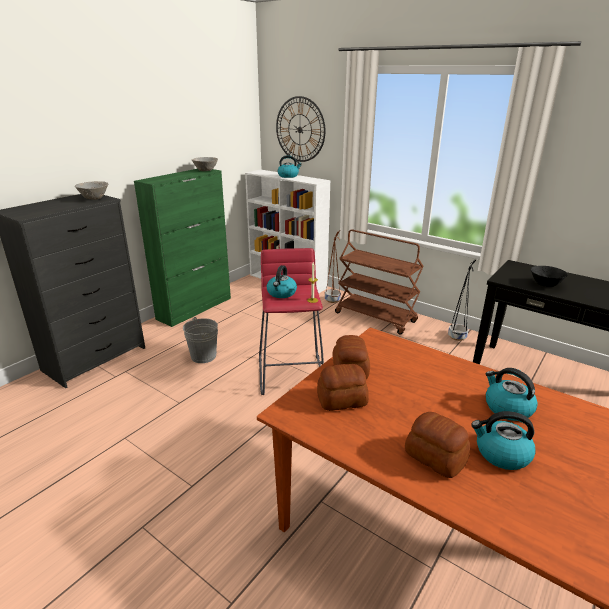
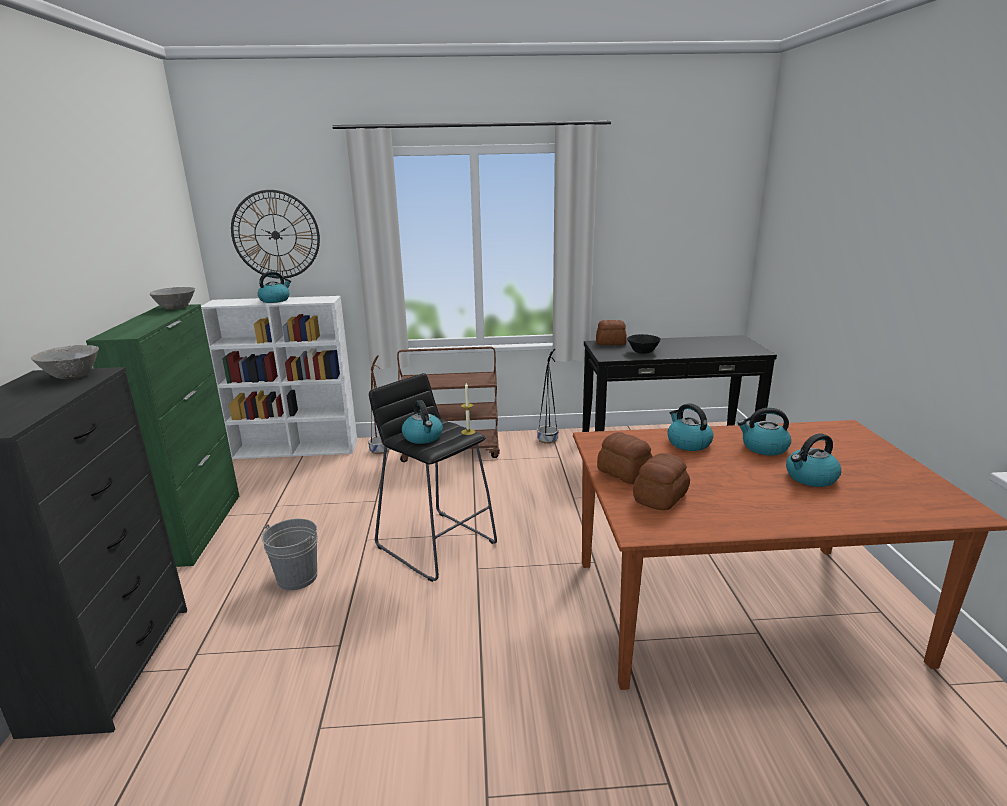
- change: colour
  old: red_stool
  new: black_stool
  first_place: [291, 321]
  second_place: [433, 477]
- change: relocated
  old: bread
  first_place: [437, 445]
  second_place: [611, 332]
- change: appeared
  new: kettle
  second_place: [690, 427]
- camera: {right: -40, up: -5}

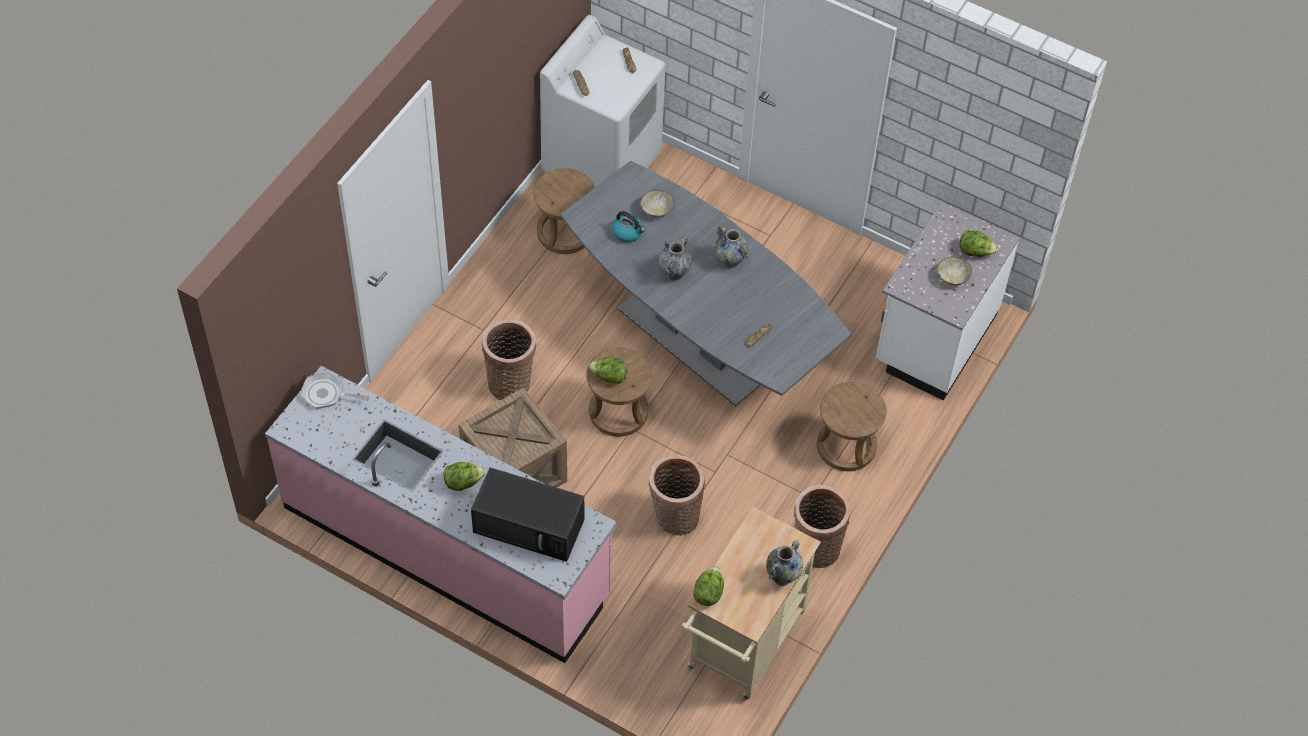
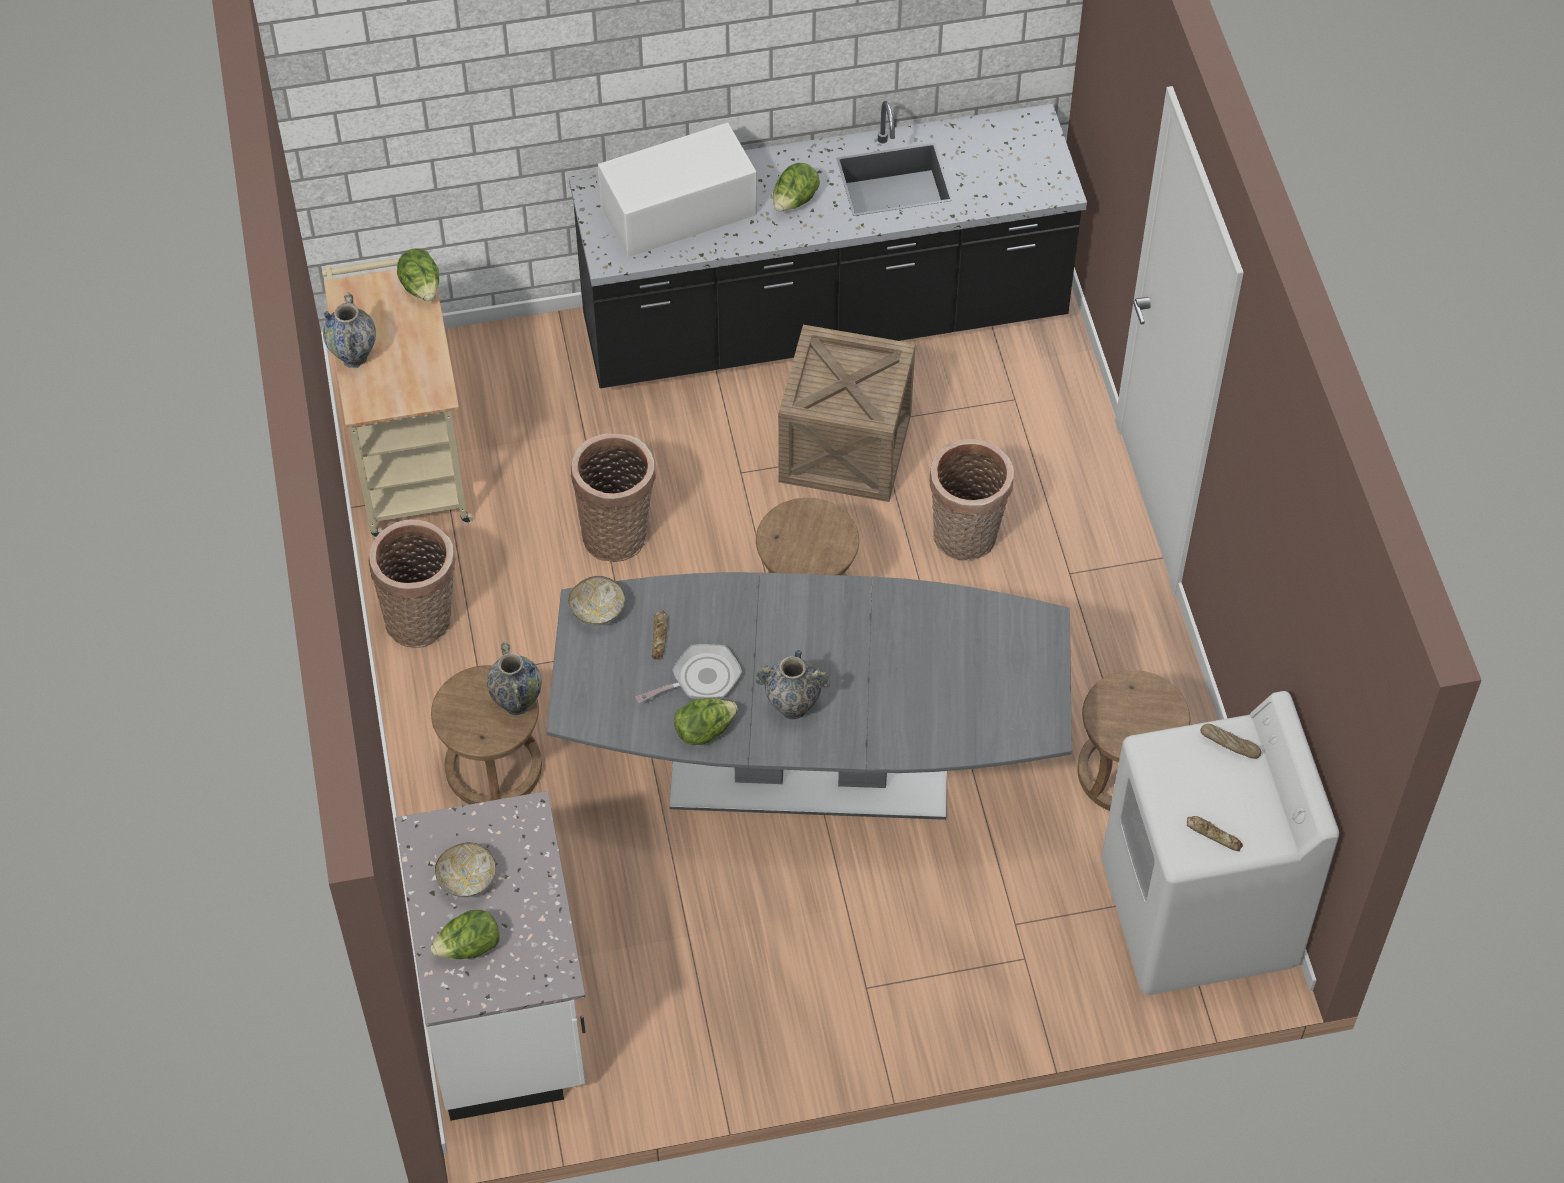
- change: relocated
  old: bowl
  first_place: [657, 204]
  second_place: [597, 601]
- change: missing
  old: kettle
  first_place: [628, 227]
- change: relocated
  old: vase
  first_place: [675, 258]
  second_place: [514, 678]
- change: relocated
  old: lettuce
  first_place: [608, 371]
  second_place: [706, 721]
- change: colour
  old: pink_counter
  new: black_counter
  first_place: [440, 514]
  second_place: [828, 244]
- change: relocated
  old: frying_pan
  first_place: [334, 390]
  second_place: [689, 673]
- change: colour
  old: black_microwave
  new: white_microwave
  first_place: [527, 514]
  second_place: [677, 190]
- camera: {right: 140, up: 0}

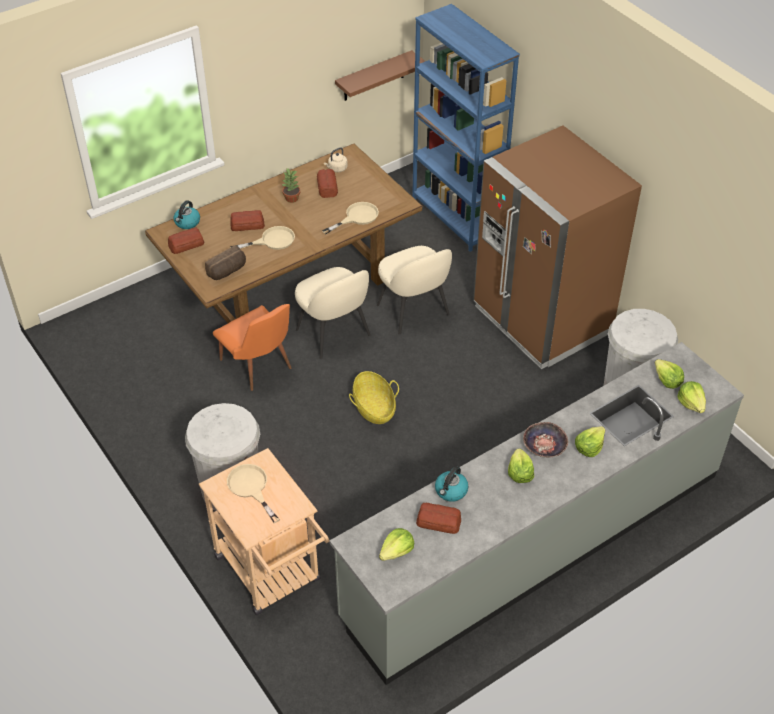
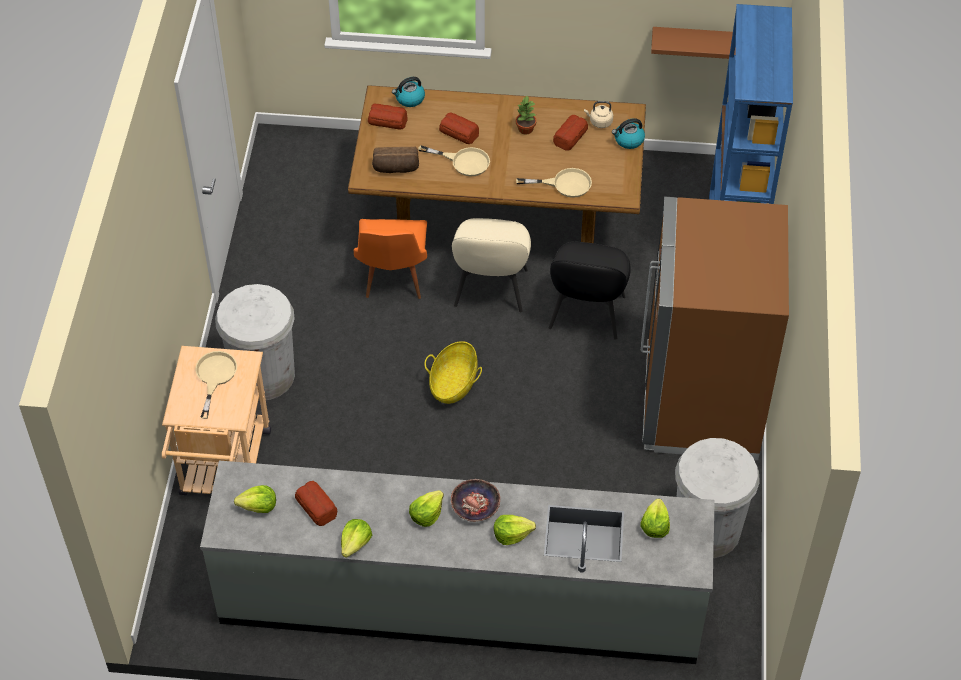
- change: colour
  old: beige_chair
  new: black_chair
  first_place: [414, 290]
  second_place: [590, 291]
- change: relocated
  old: lettuce
  first_place: [691, 397]
  second_place: [356, 538]
- change: relocated
  old: kettle
  first_place: [452, 484]
  second_place: [628, 133]
- camera: {right: 40, up: 5}

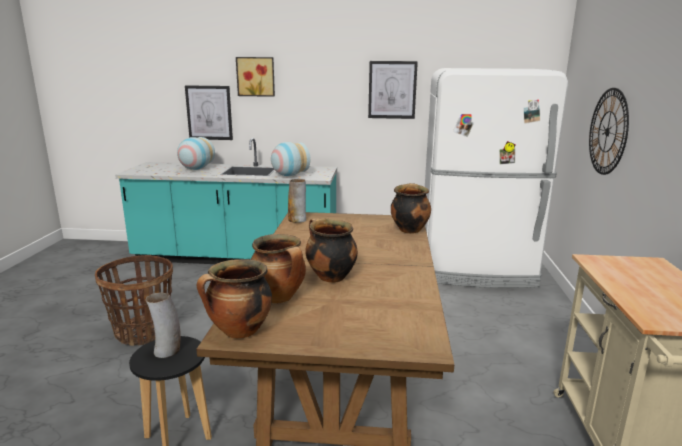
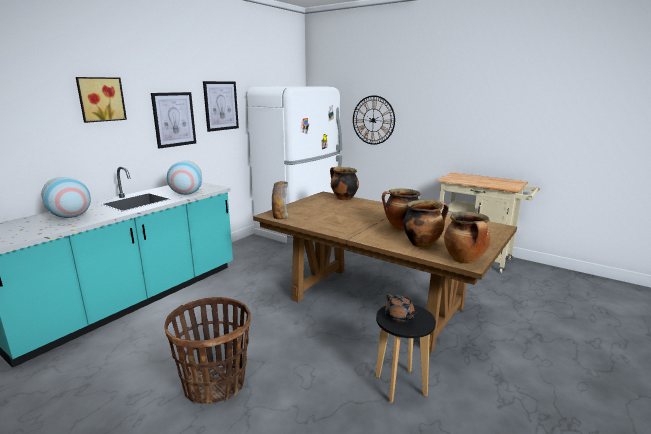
- change: relocated
  old: picture
  first_place: [209, 112]
  second_place: [173, 120]
- change: exchanged
  old: vase
  new: brown_teapot
  first_place: [163, 325]
  second_place: [401, 308]
- camera: {right: -60, up: 0}

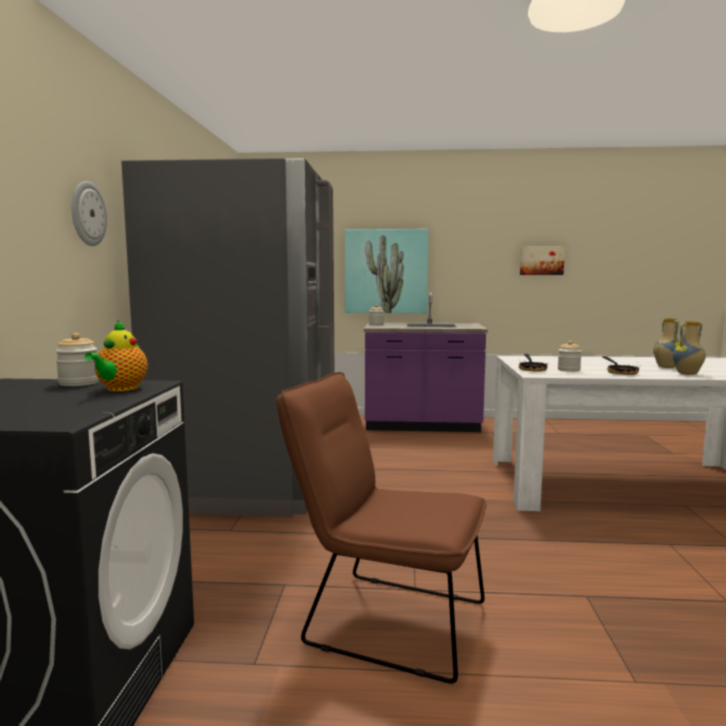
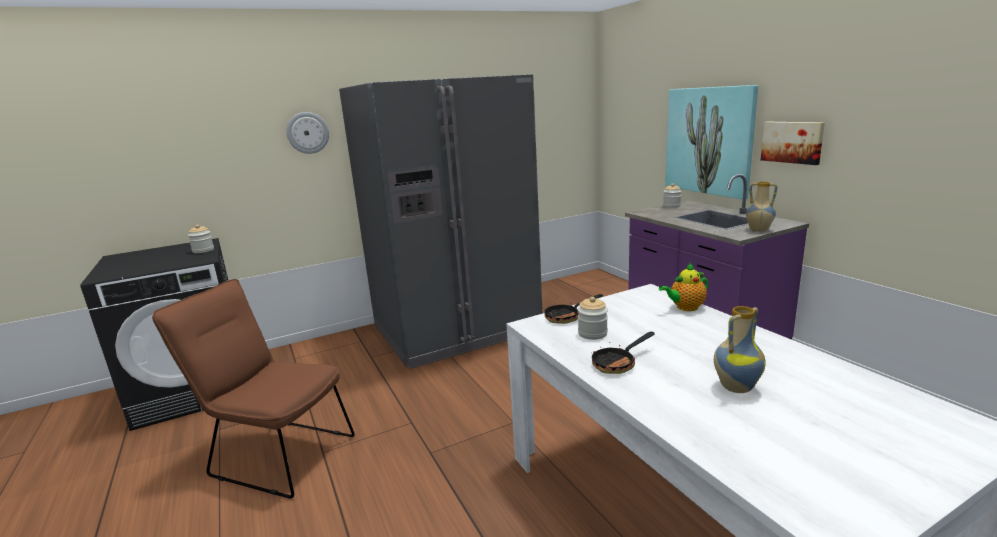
- change: relocated
  old: picture
  first_place: [542, 261]
  second_place: [793, 143]
- change: relocated
  old: teapot
  first_place: [116, 355]
  second_place: [683, 287]
- change: relocated
  old: vase
  first_place: [689, 348]
  second_place: [761, 206]
- change: spun
  old: brown_chair
  first_place: [381, 528]
  second_place: [253, 389]
  degrees: -60
- camera: {right: 60, up: 10}

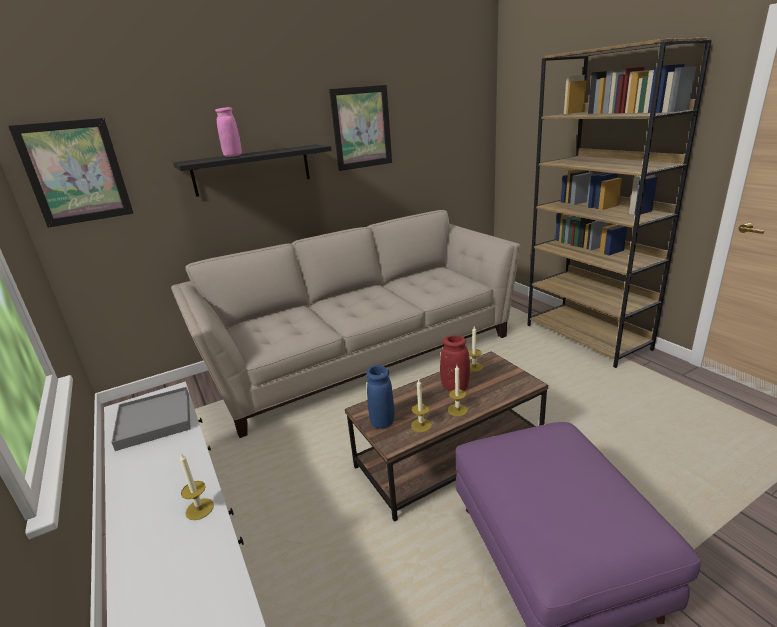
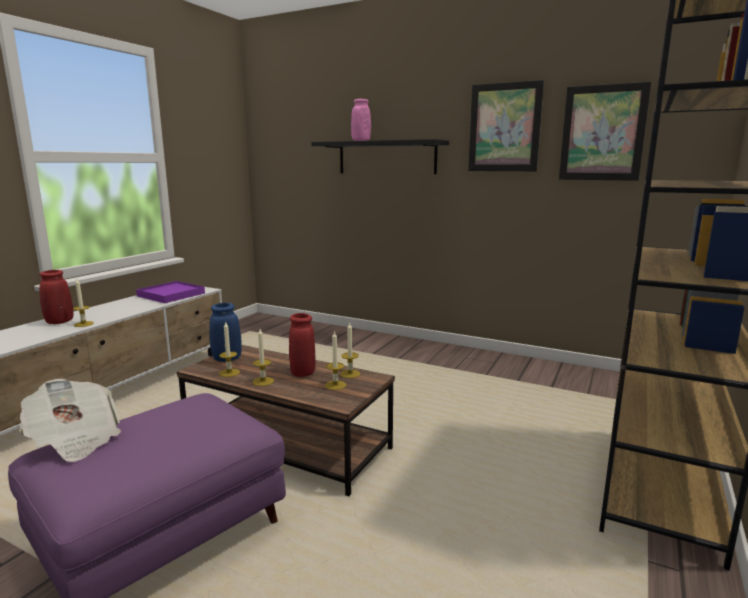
- change: relocated
  old: picture
  first_place: [71, 172]
  second_place: [605, 131]
- change: missing
  old: beige_sofa
  first_place: [345, 324]
- change: colour
  old: grey_tray
  new: purple_tray
  first_place: [151, 419]
  second_place: [170, 292]
- change: appeared
  new: red_vase
  second_place: [56, 297]
- change: appeared
  new: candle
  second_place: [335, 360]
- change: appeared
  new: newspaper
  second_place: [70, 420]
- camera: {right: 55, up: -10}

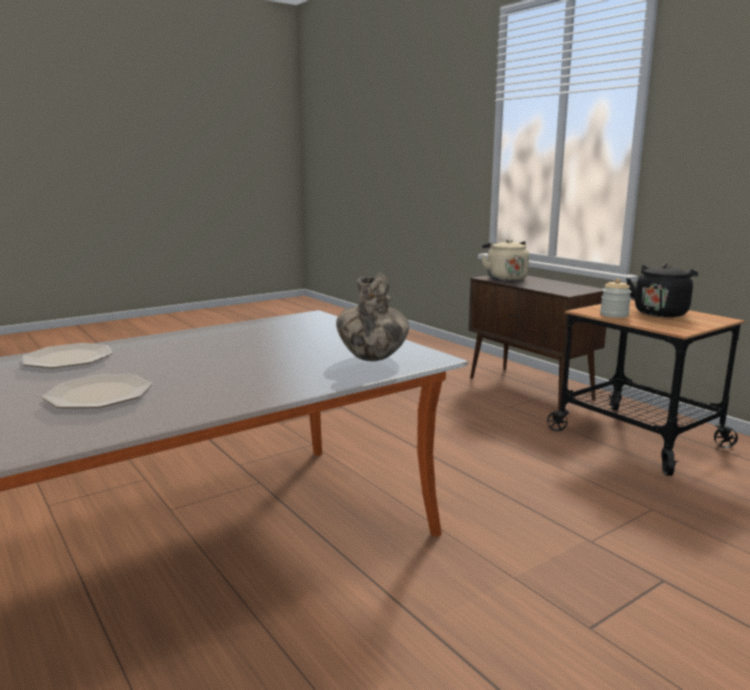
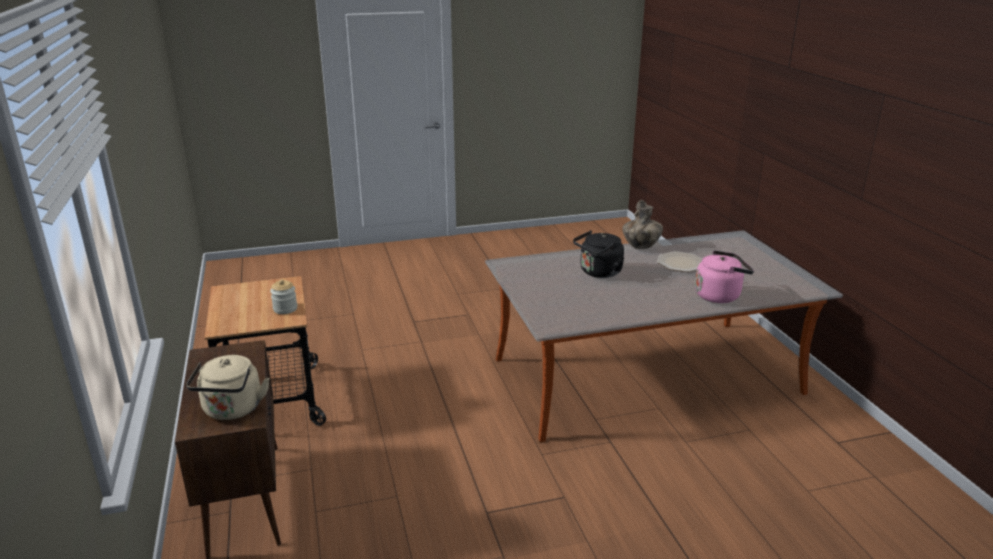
- change: relocated
  old: black_kettle
  first_place: [662, 290]
  second_place: [598, 254]
- change: relocated
  old: vase
  first_place: [372, 316]
  second_place: [642, 224]
- change: exchanged
  old: plate
  new: pink_kettle
  first_place: [67, 355]
  second_place: [724, 277]
- camera: {right: -160, up: 10}

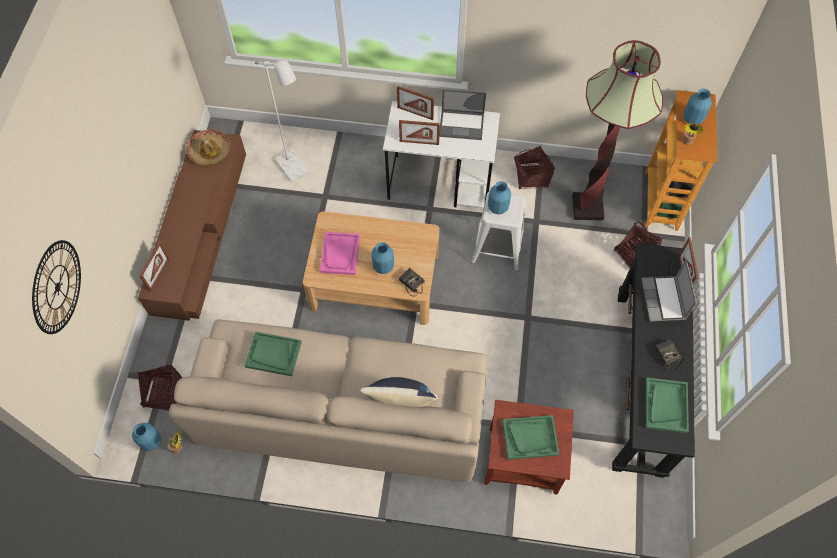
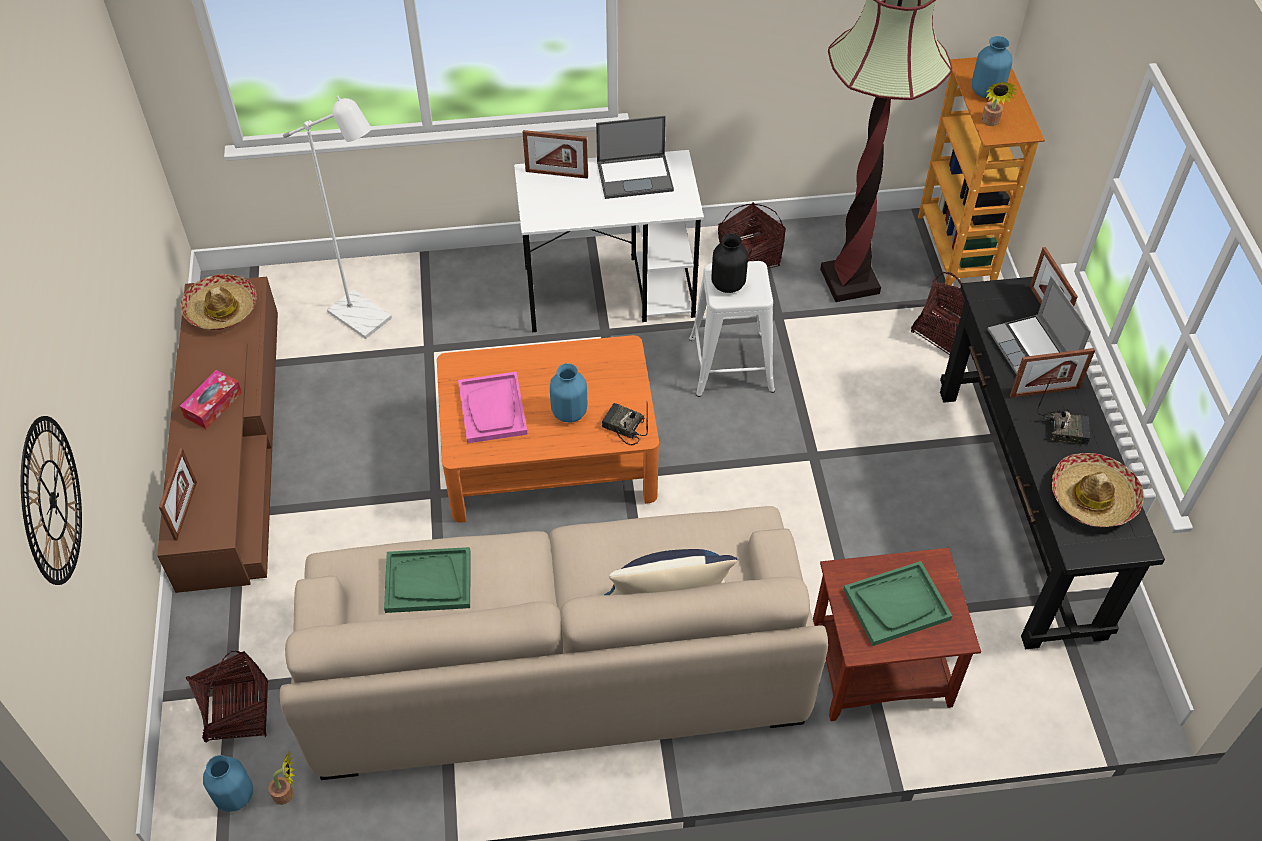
- change: relocated
  old: picture_frame
  first_place: [419, 132]
  second_place: [1052, 373]
- change: colour
  old: blue_vase
  new: black_vase
  first_place: [499, 197]
  second_place: [730, 263]
- change: colour
  old: beige_coffee_table
  new: orange_coffee_table
  first_place: [371, 268]
  second_place: [548, 429]
- change: spun
  old: radio
  first_place: [669, 356]
  second_place: [1063, 412]
  degrees: 135
- change: exchanged
  old: green_tray
  new: hat
  first_place: [667, 405]
  second_place: [1098, 490]
- change: appeared
  new: tissue_box
  second_place: [211, 399]
- camera: {right: -15, up: -10}

